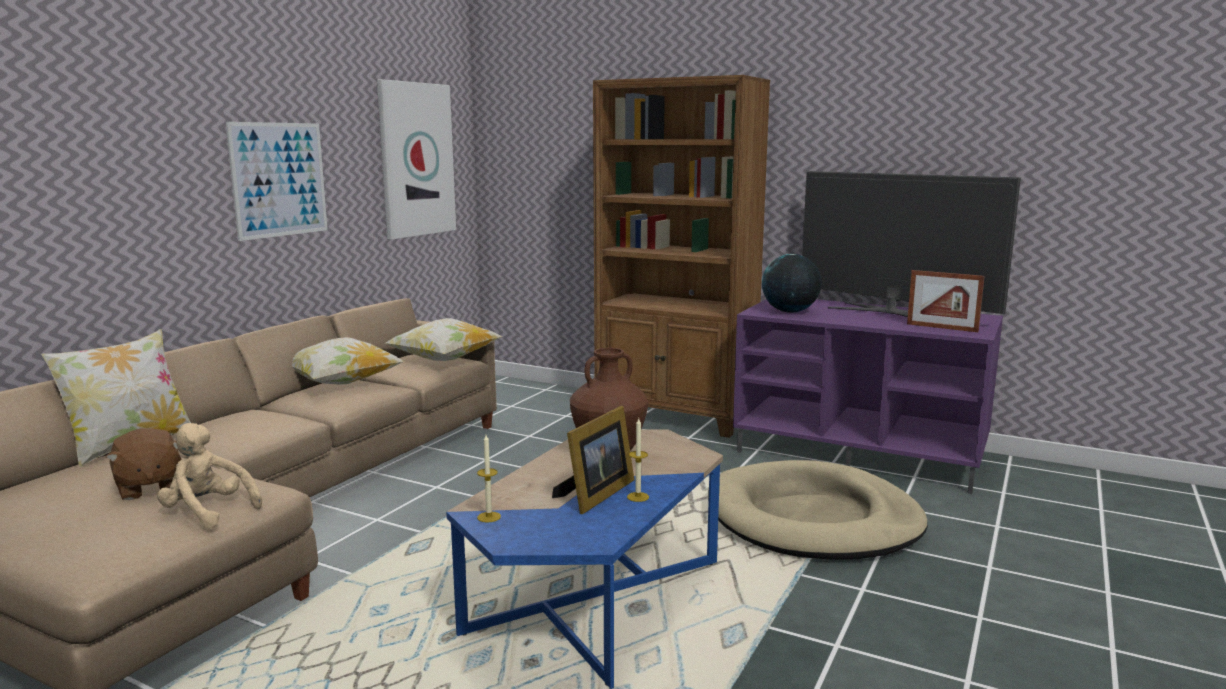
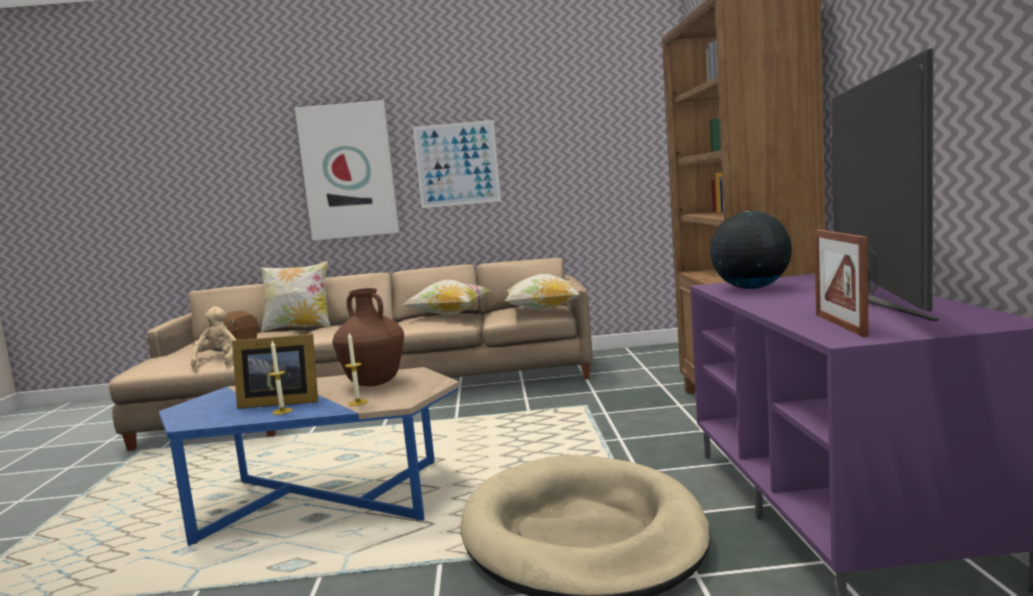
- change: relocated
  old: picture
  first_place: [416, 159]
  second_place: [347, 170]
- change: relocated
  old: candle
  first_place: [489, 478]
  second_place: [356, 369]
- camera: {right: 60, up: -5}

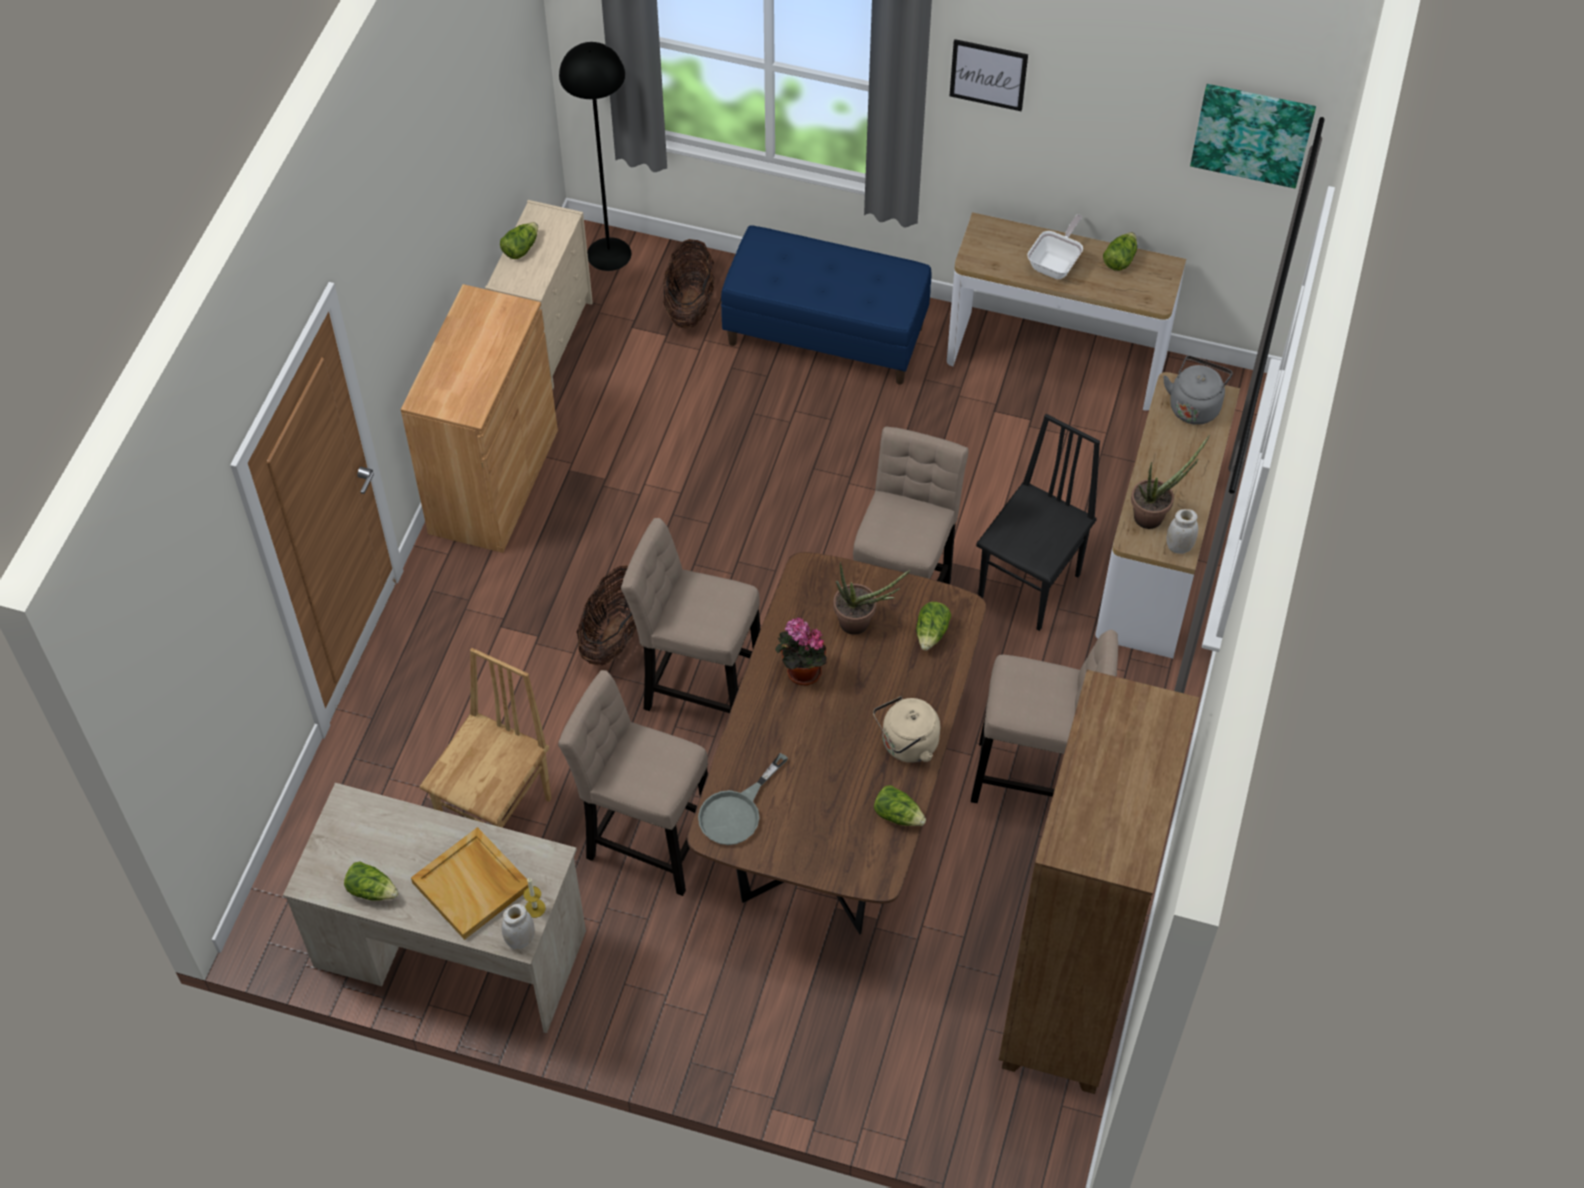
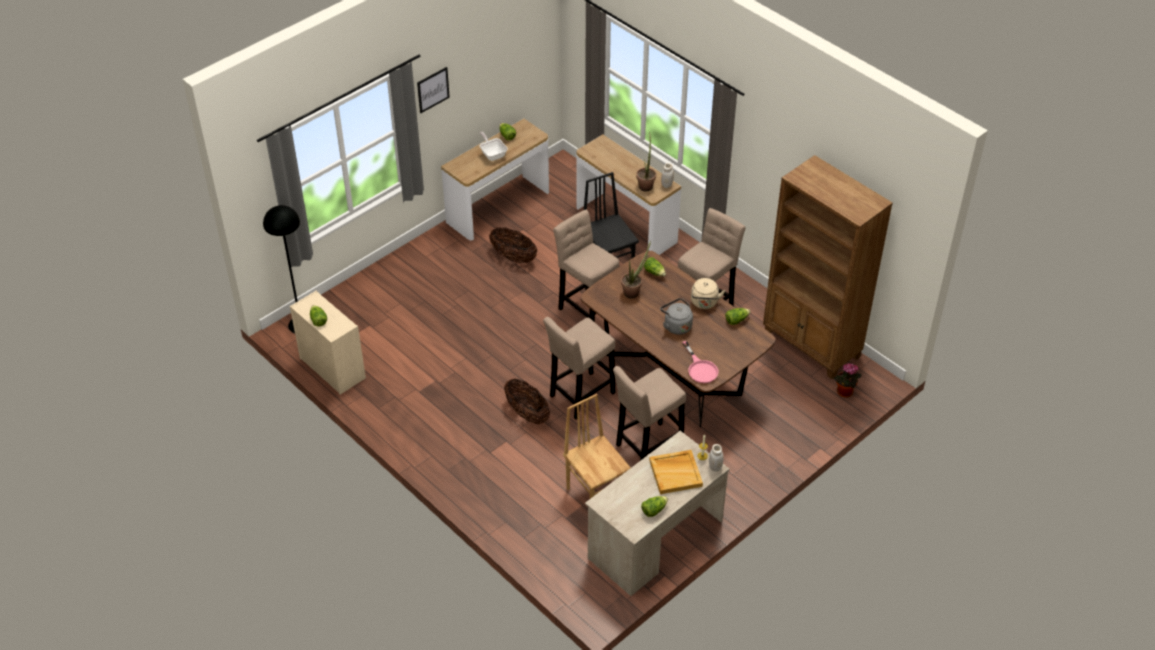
- change: missing
  old: picture
  first_place: [1253, 136]
- change: missing
  old: blue_bench
  first_place: [826, 305]
- change: relocated
  old: basket
  first_place: [689, 284]
  second_place: [513, 245]
- change: missing
  old: brown_cabinet
  first_place: [479, 418]
- change: relocated
  old: grey_kettle
  first_place: [1198, 390]
  second_place: [676, 316]
- change: relocated
  old: potted_plant
  first_place: [801, 651]
  second_place: [847, 380]
- change: colour
  old: grey_frying_pan
  new: pink_frying_pan
  first_place: [743, 799]
  second_place: [700, 362]
- camera: {right: -60, up: -10}

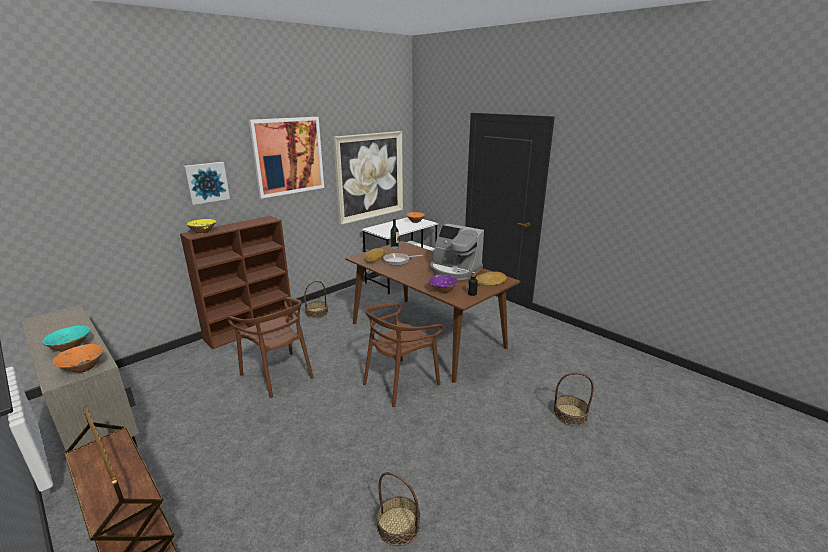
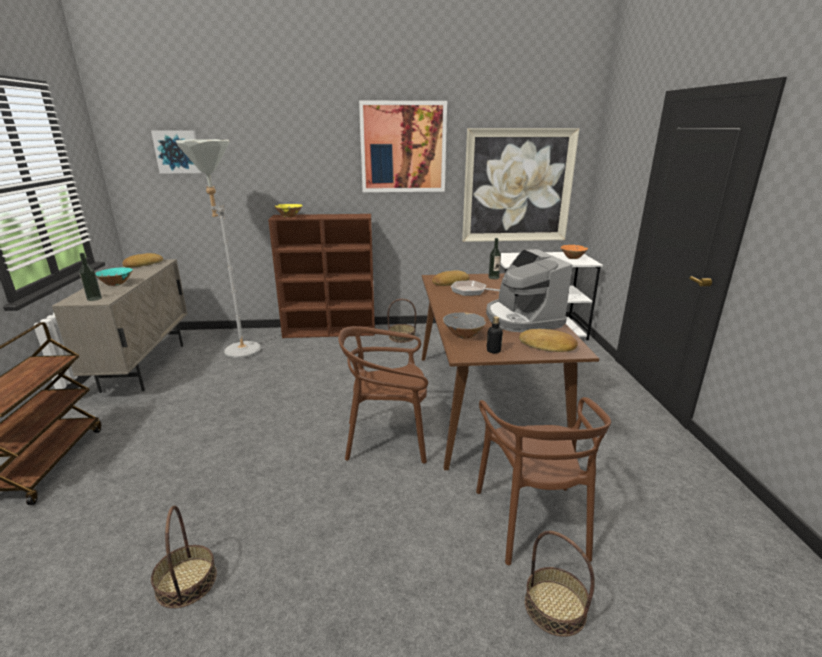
- change: relocated
  old: picture
  first_place: [206, 183]
  second_place: [176, 152]
- change: colour
  old: purple_bowl
  new: grey_bowl
  first_place: [443, 284]
  second_place: [464, 325]
- change: relocated
  old: brown_chair
  first_place: [270, 347]
  second_place: [543, 481]
- change: exchanged
  old: orange_bowl
  new: bottle
  first_place: [78, 358]
  second_place: [90, 277]
- change: appeared
  new: grey_floor_lamp
  second_place: [218, 248]
- change: appeared
  new: bread
  second_place: [142, 260]
- camera: {right: 40, up: 0}

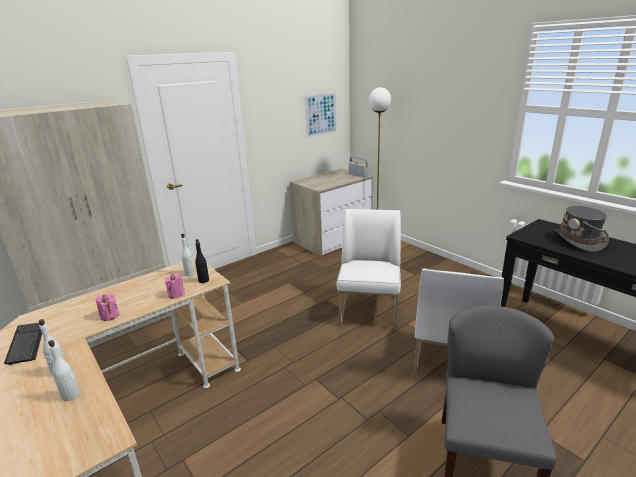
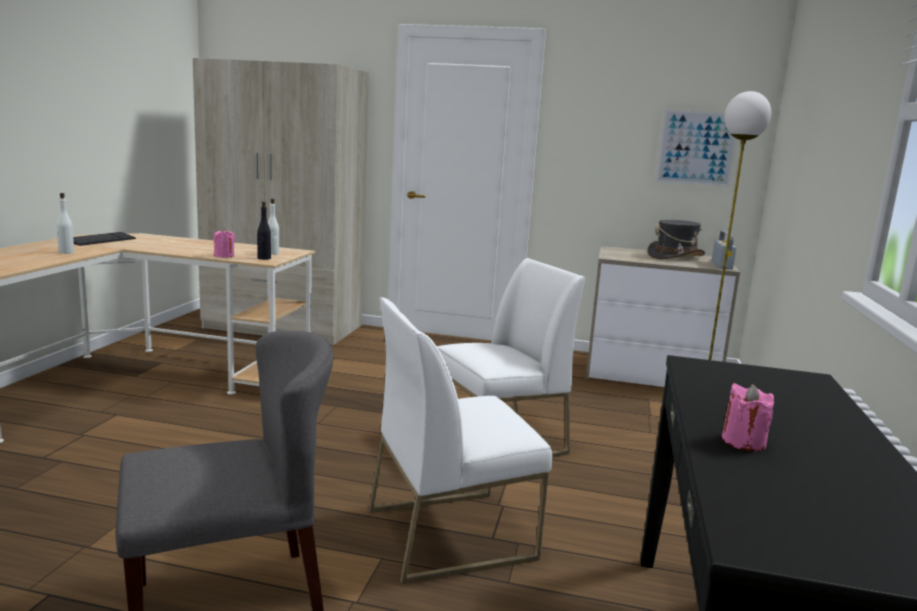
- change: relocated
  old: grey_hat
  first_place: [581, 229]
  second_place: [676, 239]
- change: relocated
  old: pink_candle
  first_place: [107, 307]
  second_place: [748, 417]
- change: missing
  old: white_bottle
  first_place: [63, 370]
- camera: {right: 50, up: -10}

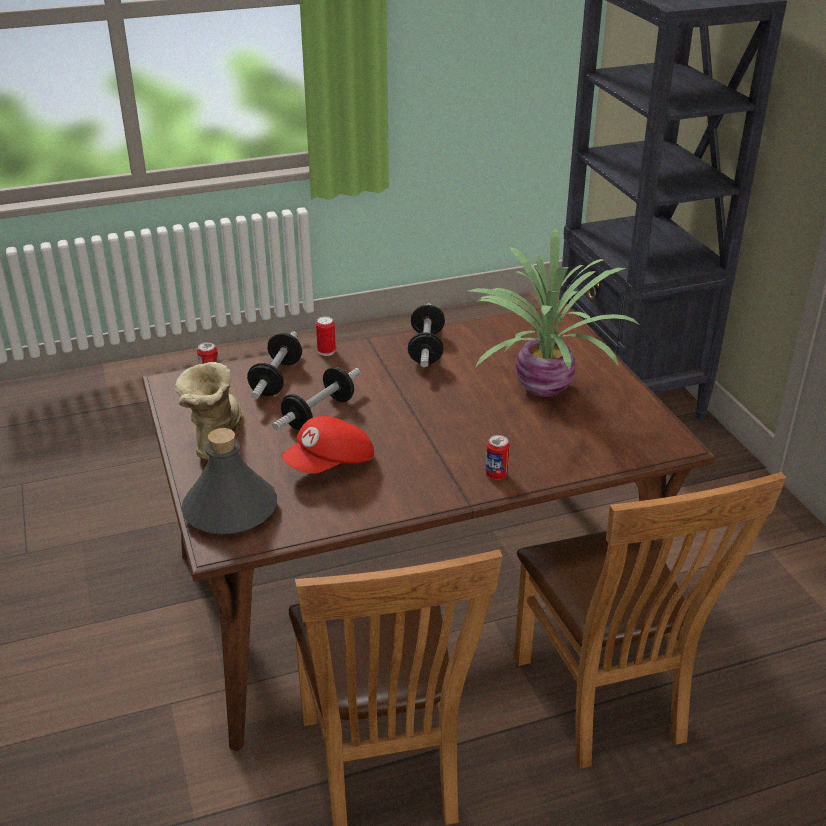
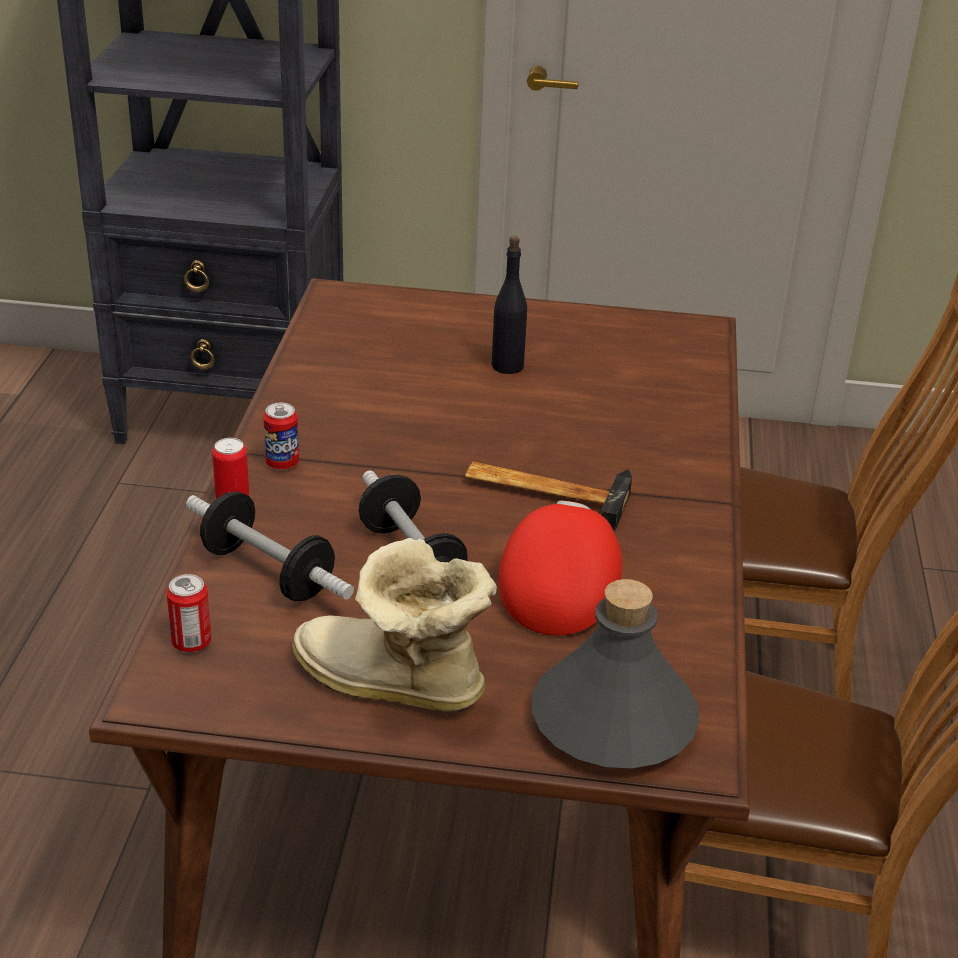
- change: exchanged
  old: potted_plant
  new: black_bottle
  first_place: [554, 313]
  second_place: [509, 305]
- change: missing
  old: dumbbell
  first_place: [426, 335]
- change: spun
  old: red_cap
  first_place: [328, 445]
  second_place: [560, 568]
  degrees: -150
- change: relocated
  old: can
  first_place: [497, 457]
  second_place: [281, 436]
- change: appeared
  new: hammer
  second_place: [548, 496]
- camera: {right: -65, up: 0}

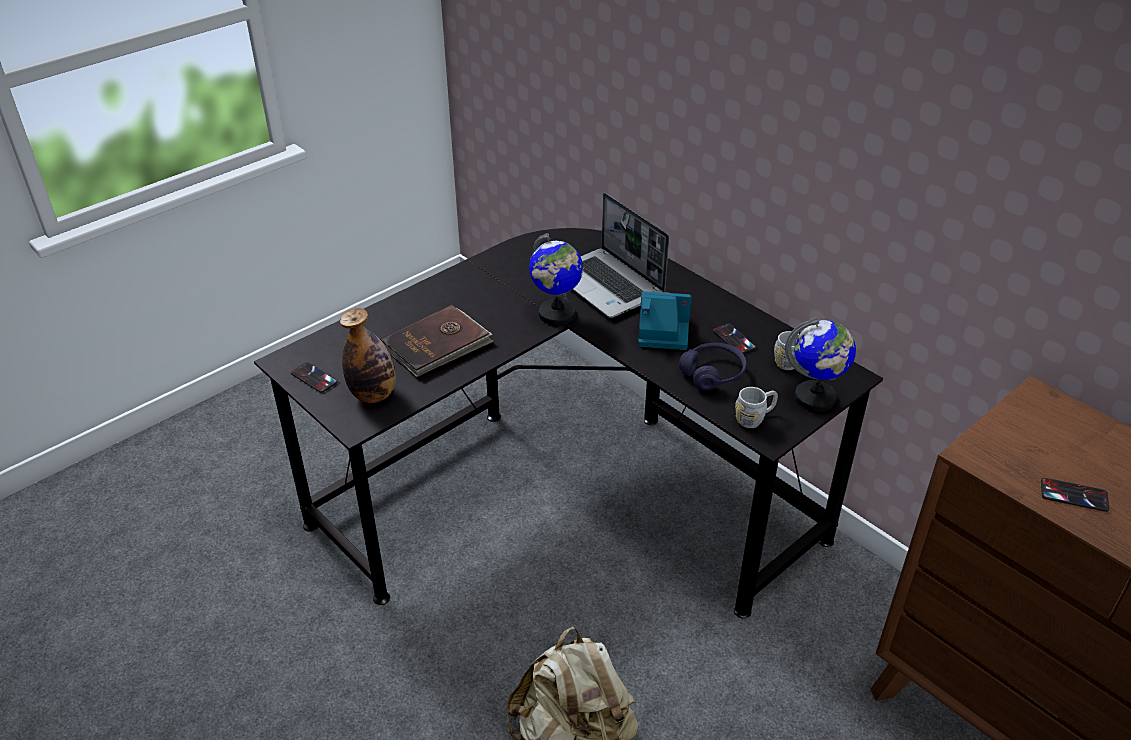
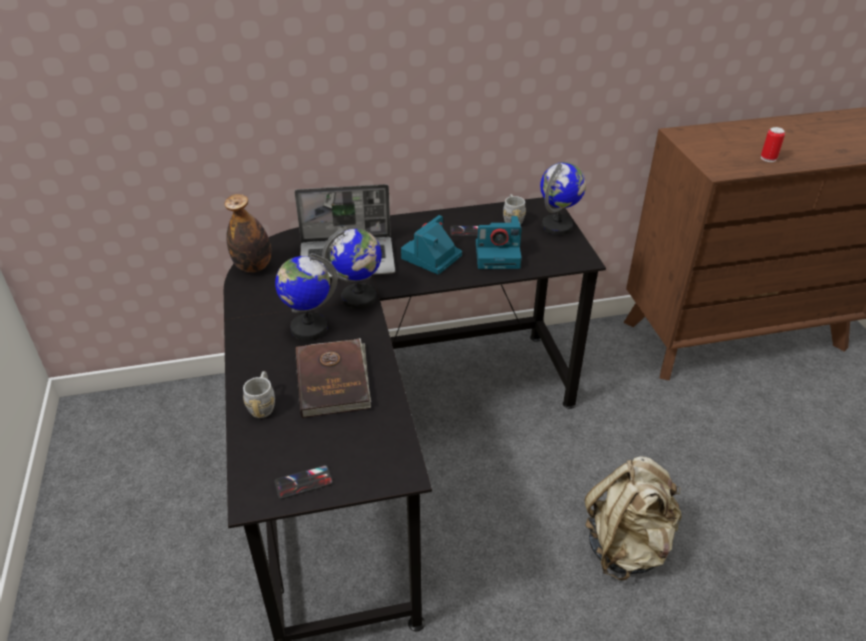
- change: relocated
  old: bottle
  first_place: [368, 355]
  second_place: [247, 233]
- change: exchanged
  old: purple_headphones
  new: photo_camera
  first_place: [712, 366]
  second_place: [499, 242]
- change: relocated
  old: grey_mug
  first_place: [756, 407]
  second_place: [259, 394]
- change: exchanged
  old: phone
  new: can
  first_place: [1075, 495]
  second_place: [773, 144]
- change: appeared
  new: globe
  second_place: [306, 297]
- camera: {right: -60, up: 0}

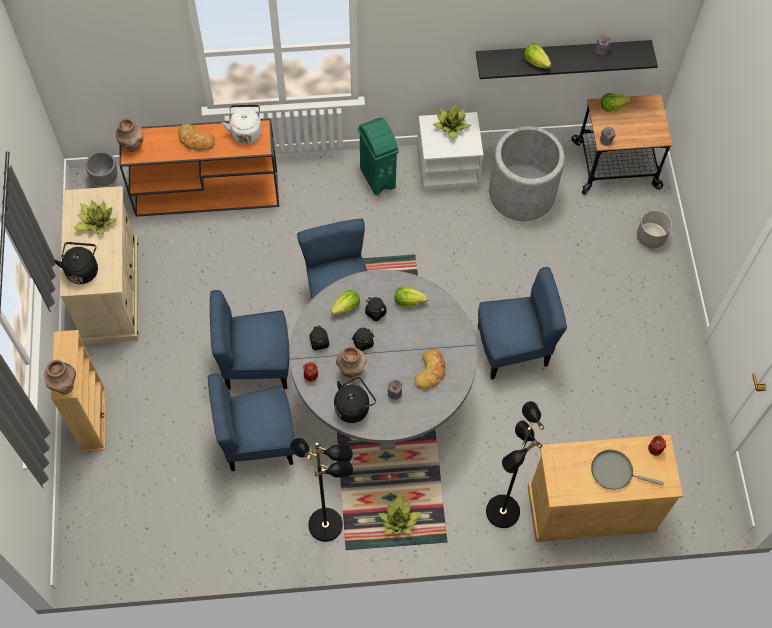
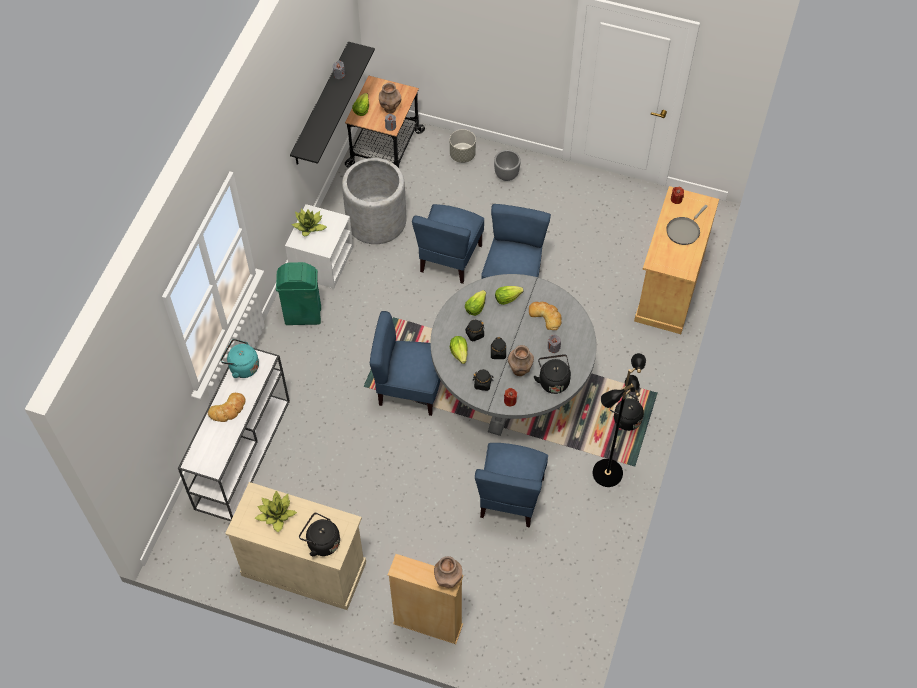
- change: relocated
  old: lettuce
  first_place: [537, 55]
  second_place: [509, 295]
- change: colour
  old: white_kettle
  new: turquoise_kettle
  first_place: [242, 124]
  second_place: [239, 358]
- change: relocated
  old: brown_vase
  first_place: [129, 135]
  second_place: [390, 98]
- change: colour
  old: orange_console_table
  new: white_console_table
  first_place: [199, 167]
  second_place: [234, 434]
- change: relocated
  old: grey_planter
  first_place: [101, 168]
  second_place: [507, 165]
- change: relocated
  old: blue_chair
  first_place: [249, 340]
  second_place: [448, 244]
- change: missing
  old: black_floor_lamp
  first_place: [515, 464]
- change: exchanged
  old: potted_plant
  new: black_kettle
  first_place: [399, 514]
  second_place: [627, 412]
- camera: {right: -65, up: -5}

